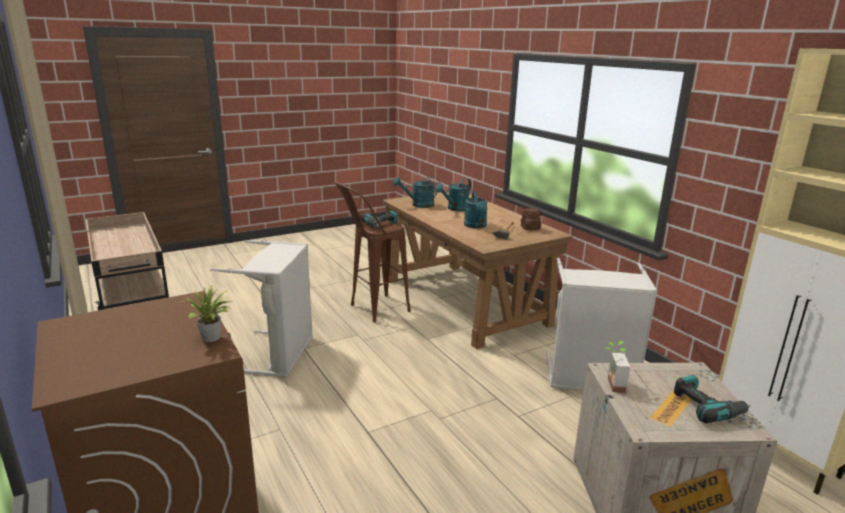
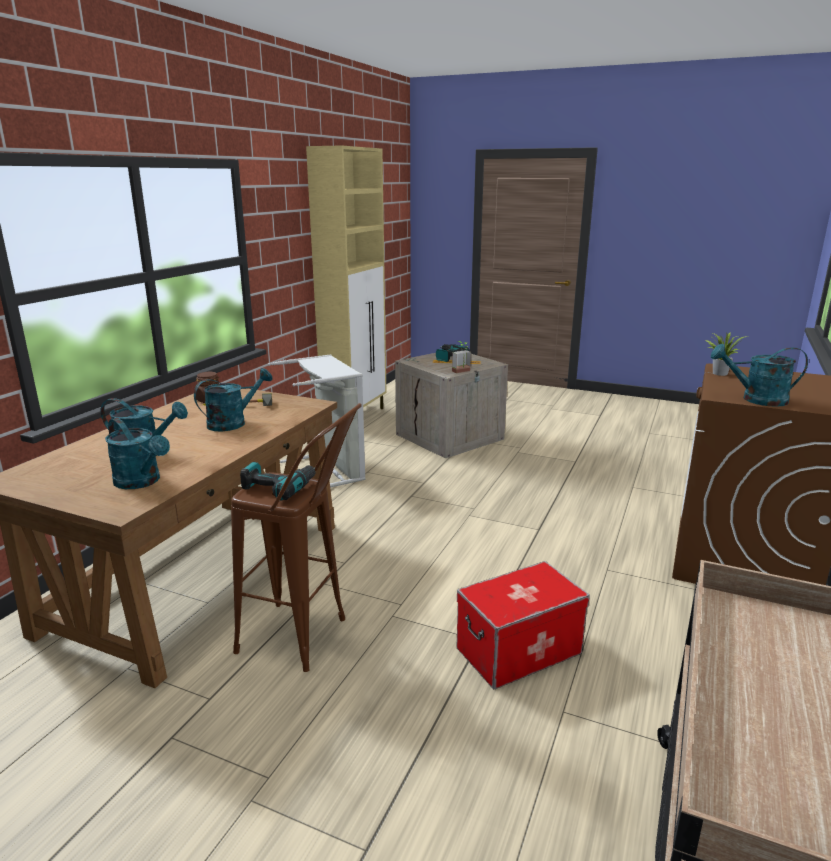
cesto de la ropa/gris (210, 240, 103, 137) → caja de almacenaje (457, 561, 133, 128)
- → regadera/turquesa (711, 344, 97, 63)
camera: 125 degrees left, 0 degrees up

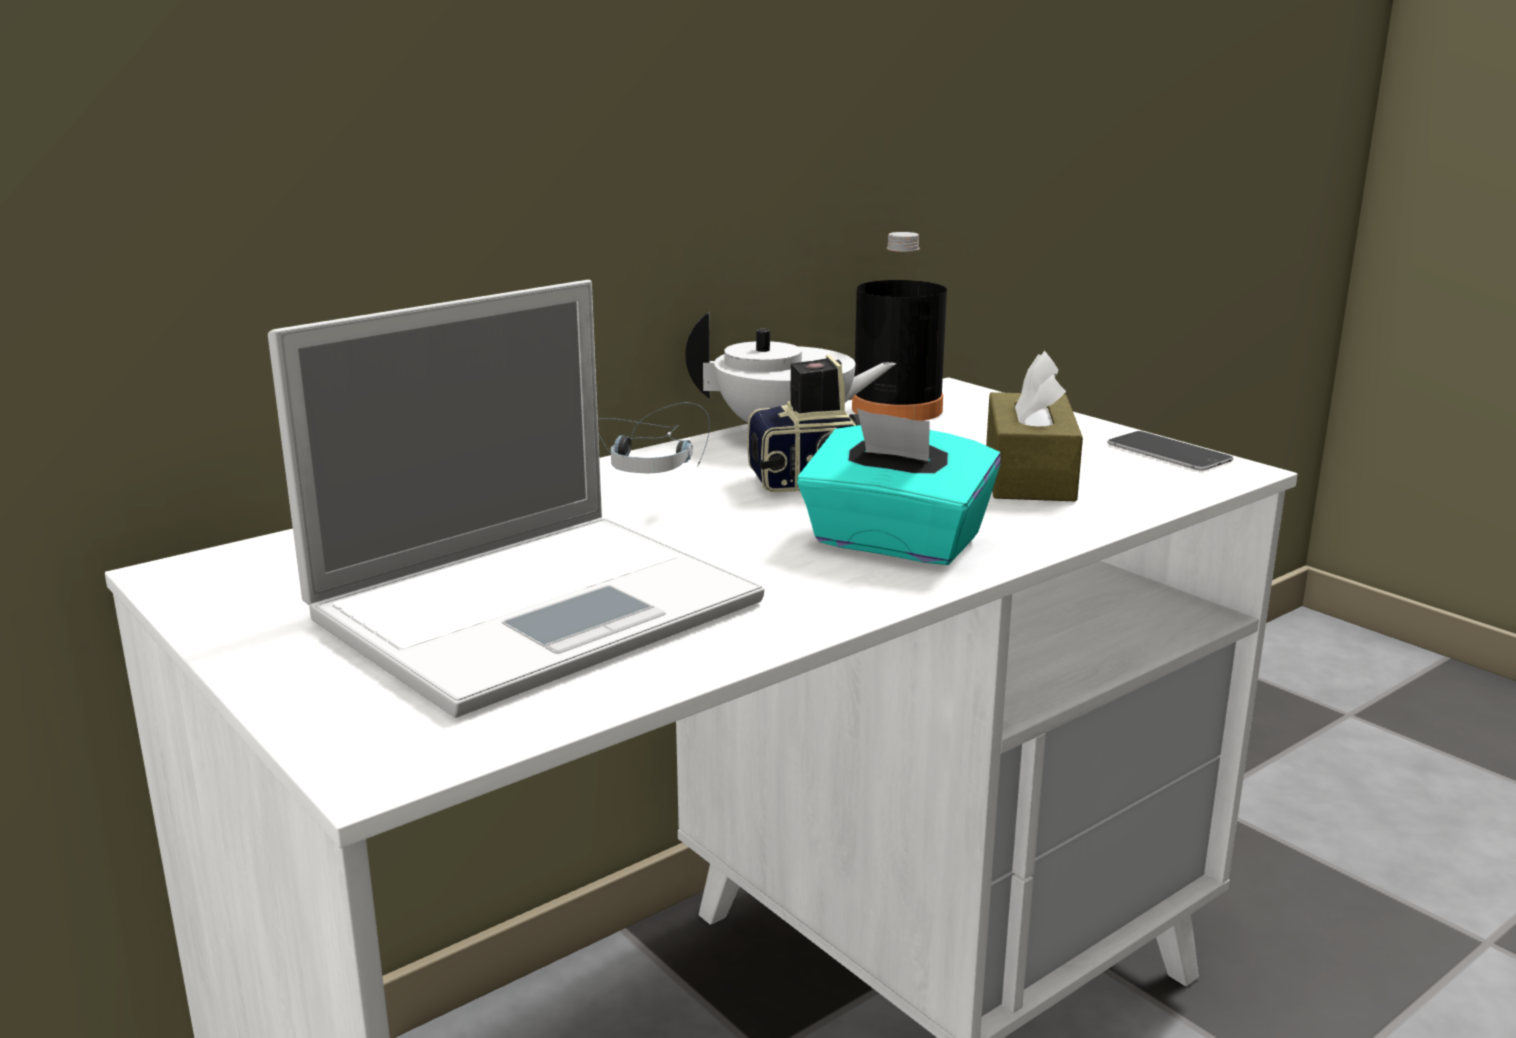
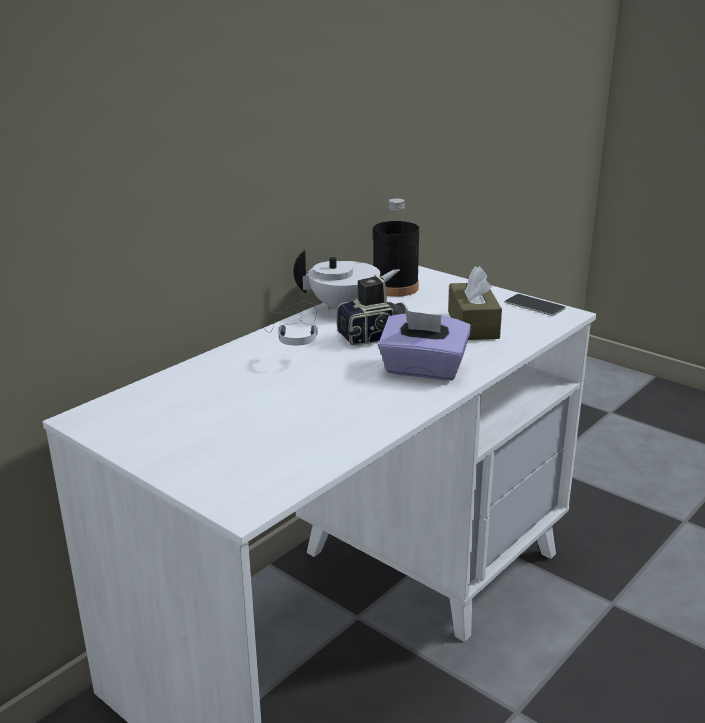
portátil (268, 280, 497, 438) → -
caja de pañuelos/turquesa (797, 409, 204, 156) → caja de pañuelos/morado (378, 310, 93, 71)
camera: 10 degrees left, 5 degrees up

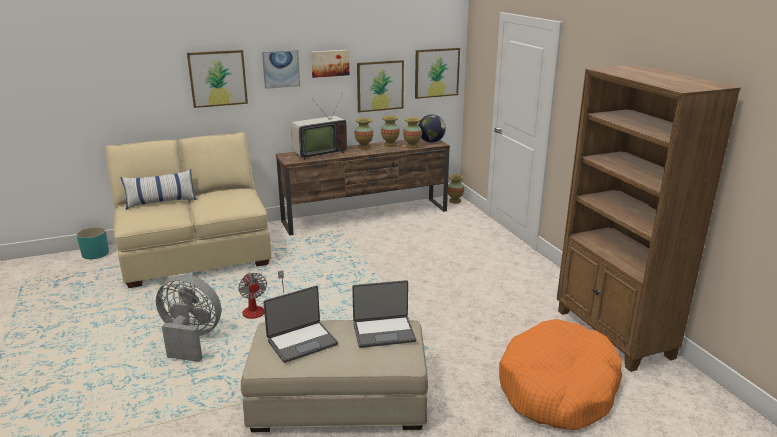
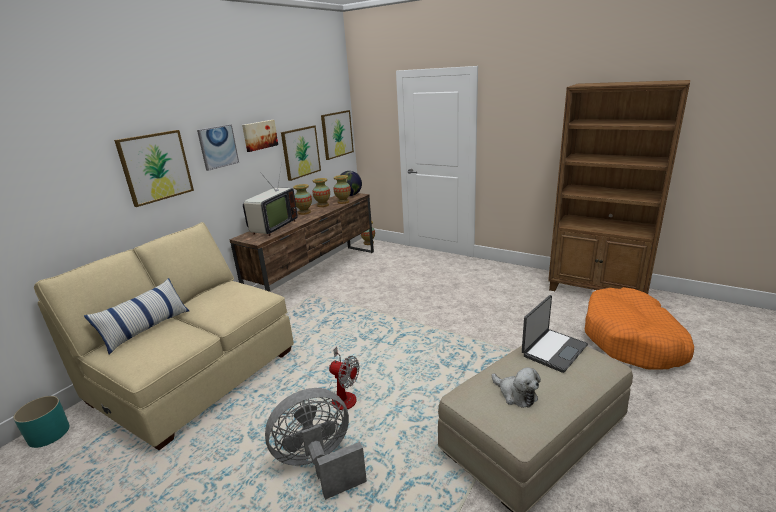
portátil (263, 286, 75, 77) → peluche (492, 367, 49, 41)
camera: 35 degrees left, 0 degrees up

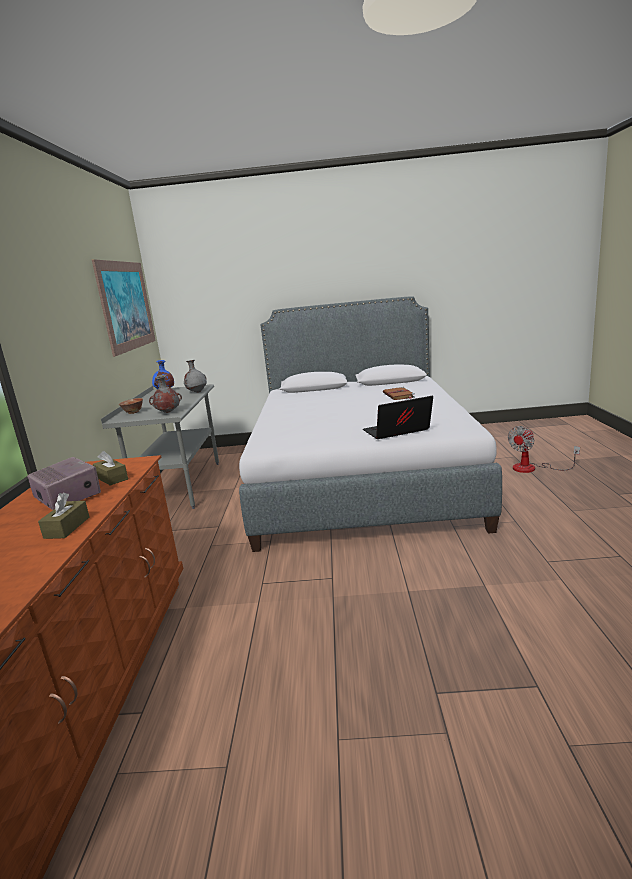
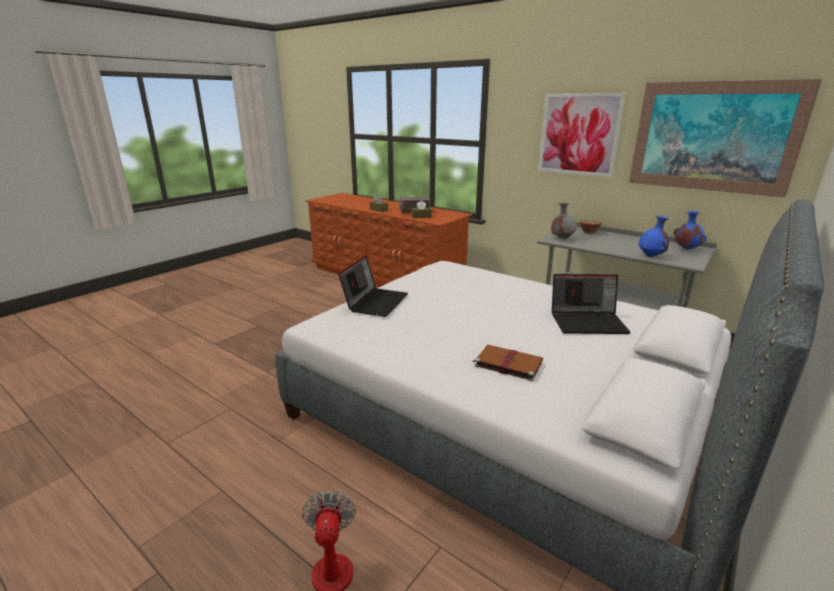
florero/gris (184, 360, 23, 33) → florero/azul (638, 216, 31, 41)
- → cuadro (538, 93, 88, 85)
- → portátil (552, 274, 79, 60)
camera: 125 degrees right, 5 degrees up

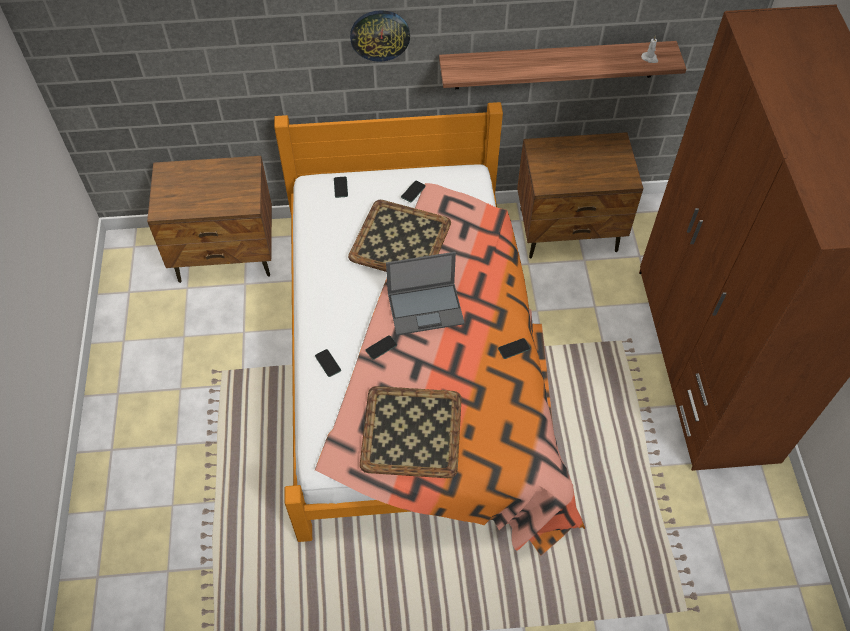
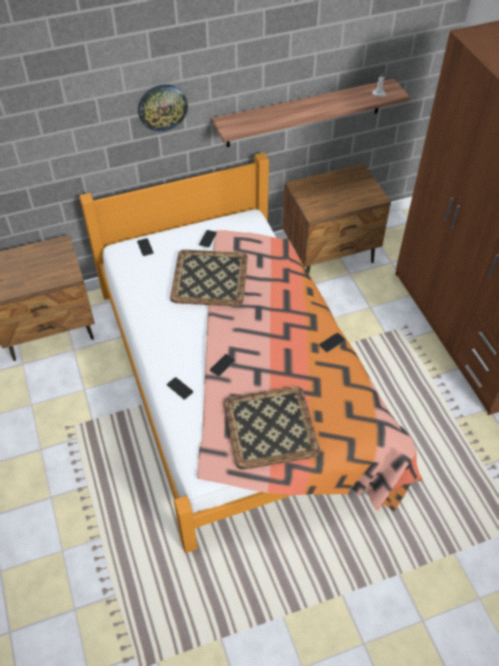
portátil (386, 252, 79, 83) → -
camera: 15 degrees left, 5 degrees down

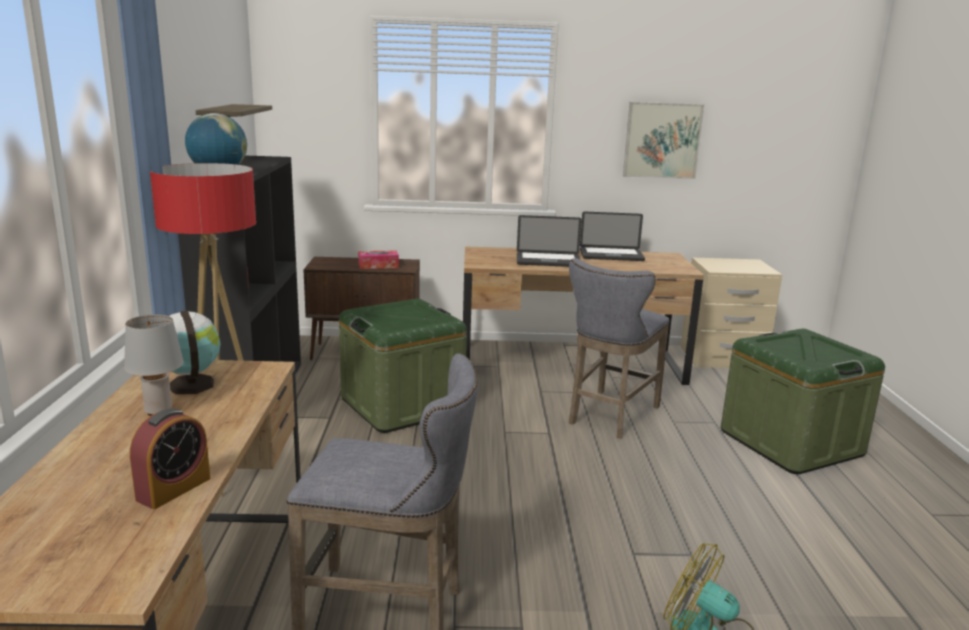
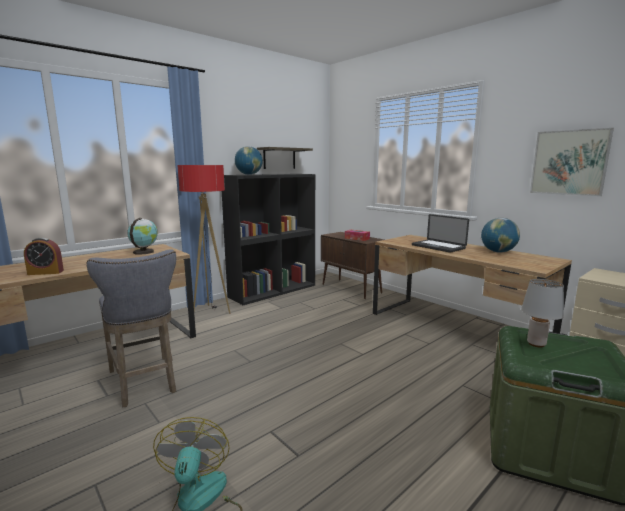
portátil (580, 212, 65, 49) → globo terráqueo (481, 218, 39, 35)
taburete/gris (569, 258, 101, 181) → -
caja de almacenaje/verde (339, 299, 128, 134) → -
lámpara de mesa/gris (124, 315, 60, 101) → lámpara de mesa/gris (521, 279, 43, 68), move
camera: 50 degrees right, 5 degrees down

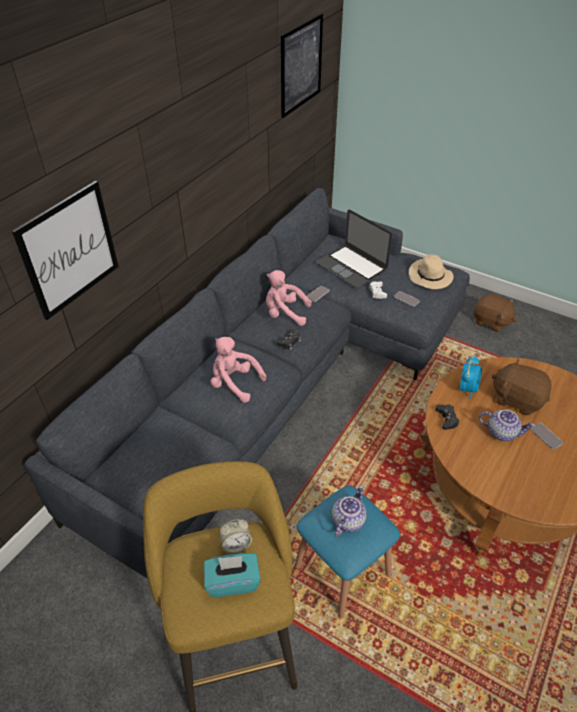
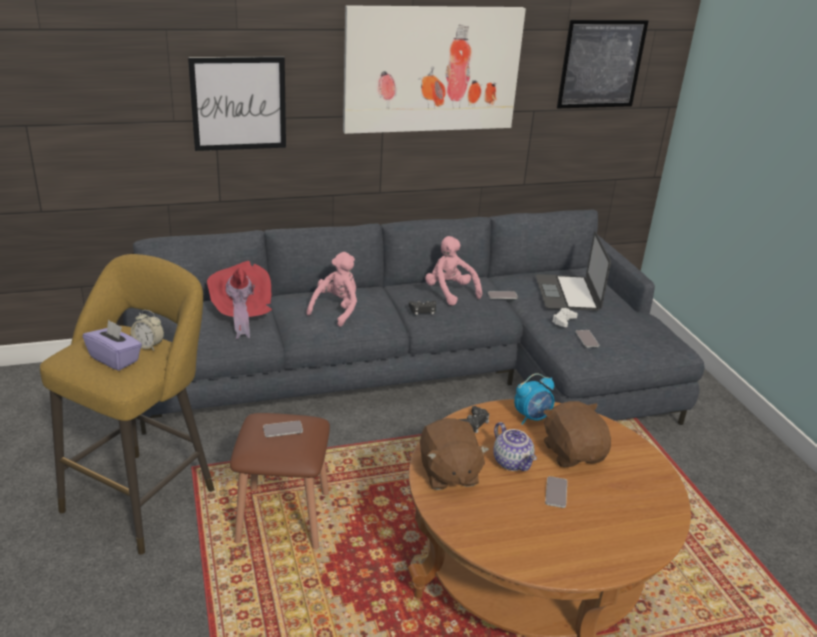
sombrero/beis (409, 254, 45, 35) → -
peluche/marrón (474, 293, 42, 39) → peluche/marrón (420, 418, 69, 72), move
peluche/rosa (210, 337, 56, 65) → peluche/rosa (306, 252, 51, 75), 45 degrees clockwise
taburete/azul (295, 485, 105, 133) → taburete/marrón (230, 413, 100, 136)
tetera (332, 486, 35, 51) → móvil (263, 421, 40, 16)
caja de pañuelos/turquesa (204, 553, 57, 44) → caja de pañuelos/morado (83, 319, 59, 52)
- → cuadro (343, 5, 183, 129)
- → sombrero/rojo (207, 261, 65, 78)
camera: 40 degrees right, 15 degrees down

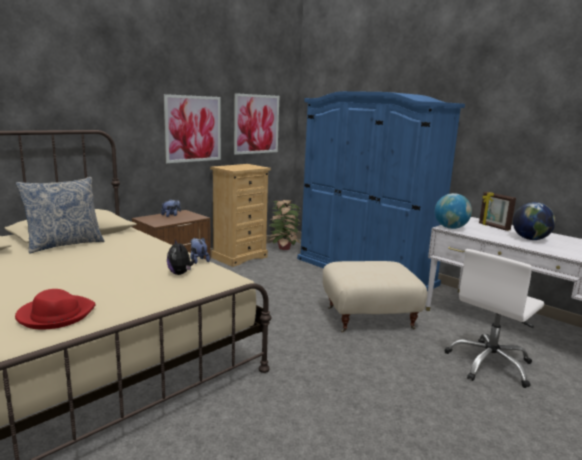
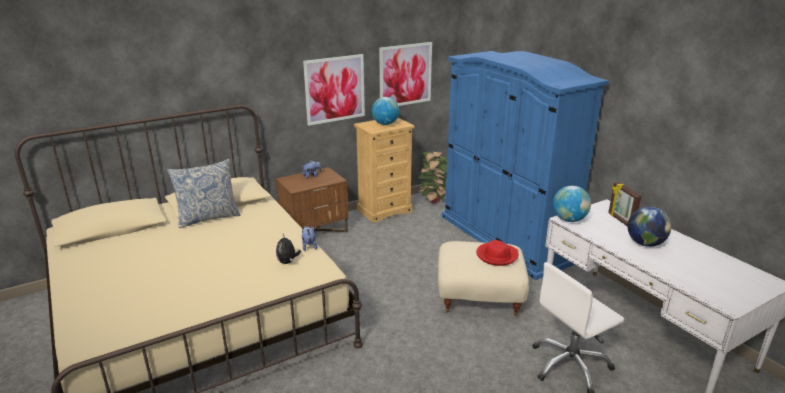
sombrero/rojo (15, 289, 81, 40) → sombrero/rojo (476, 240, 42, 26), move
- → globo terráqueo (372, 97, 27, 28)
camera: 15 degrees right, 10 degrees up

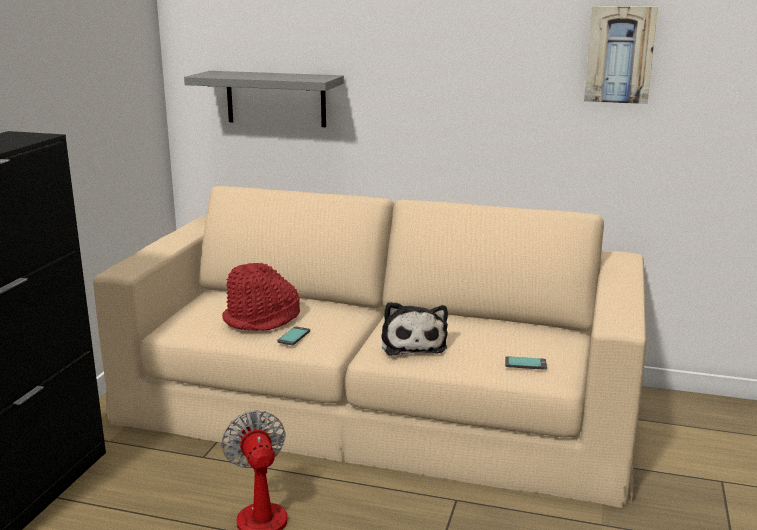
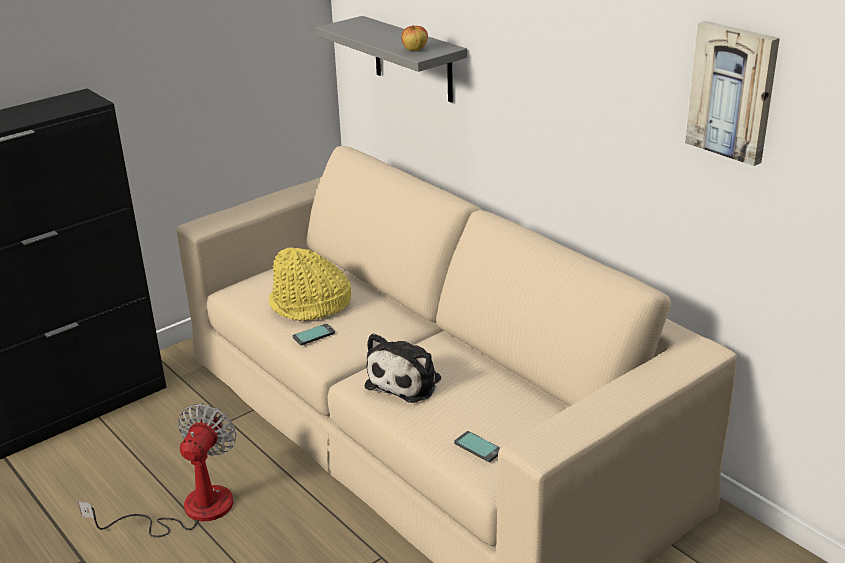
sombrero/rojo (222, 263, 78, 68) → sombrero/amarillo (269, 247, 82, 74)
- → manzana (401, 25, 27, 26)
camera: 35 degrees right, 10 degrees up

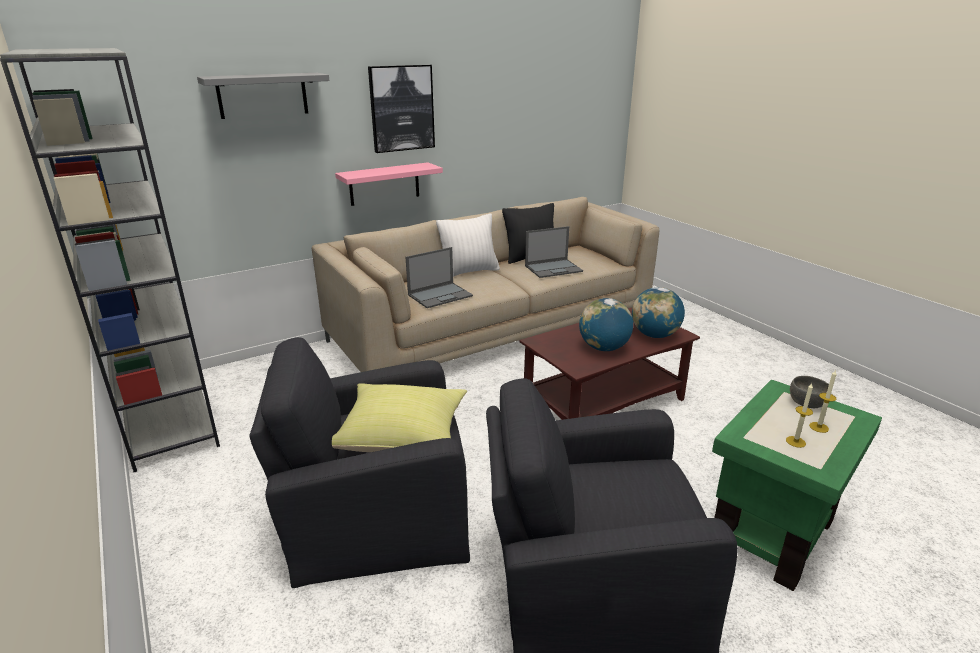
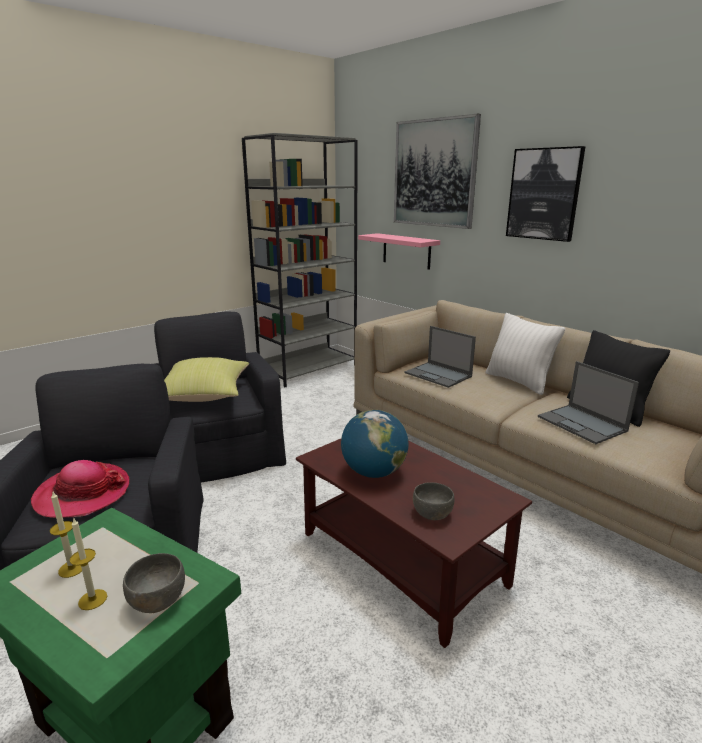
estante/gris (197, 73, 132, 46) → cuadro (394, 114, 87, 115)
estante/rosa (335, 162, 108, 44) → estante/rosa (358, 233, 82, 37), move
globo terráqueo (632, 287, 53, 51) → cuenco/gris (413, 482, 41, 38)
- → sombrero (31, 460, 98, 58)
camera: 80 degrees right, 5 degrees down

